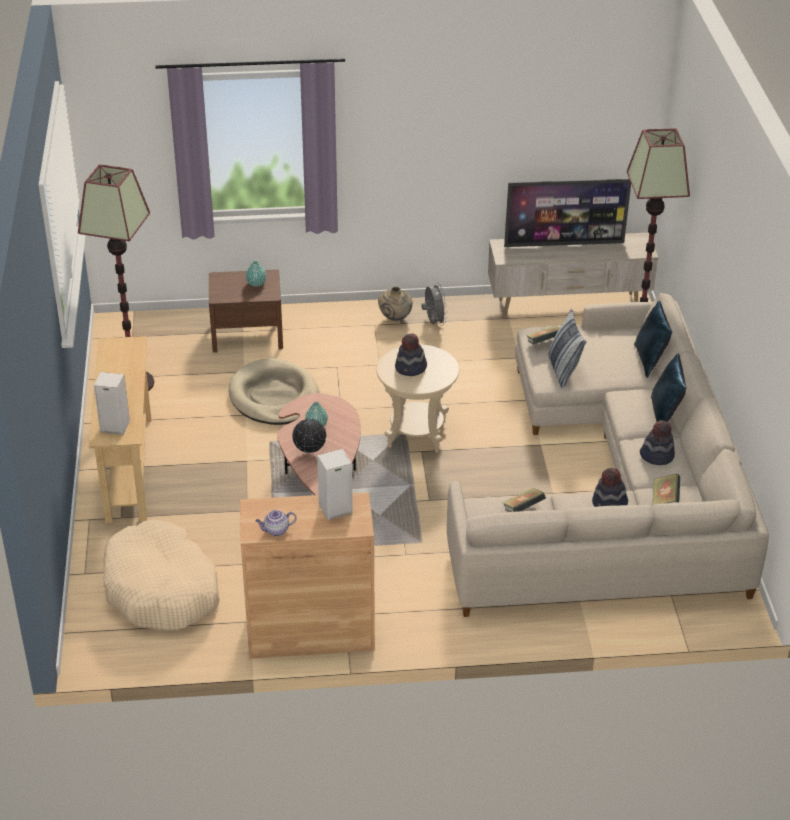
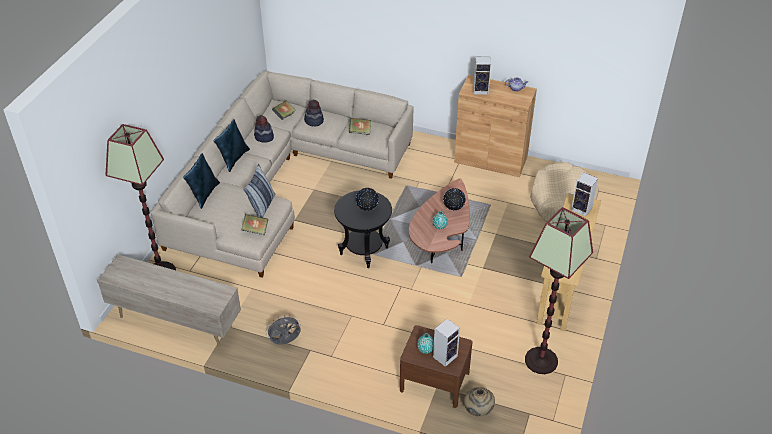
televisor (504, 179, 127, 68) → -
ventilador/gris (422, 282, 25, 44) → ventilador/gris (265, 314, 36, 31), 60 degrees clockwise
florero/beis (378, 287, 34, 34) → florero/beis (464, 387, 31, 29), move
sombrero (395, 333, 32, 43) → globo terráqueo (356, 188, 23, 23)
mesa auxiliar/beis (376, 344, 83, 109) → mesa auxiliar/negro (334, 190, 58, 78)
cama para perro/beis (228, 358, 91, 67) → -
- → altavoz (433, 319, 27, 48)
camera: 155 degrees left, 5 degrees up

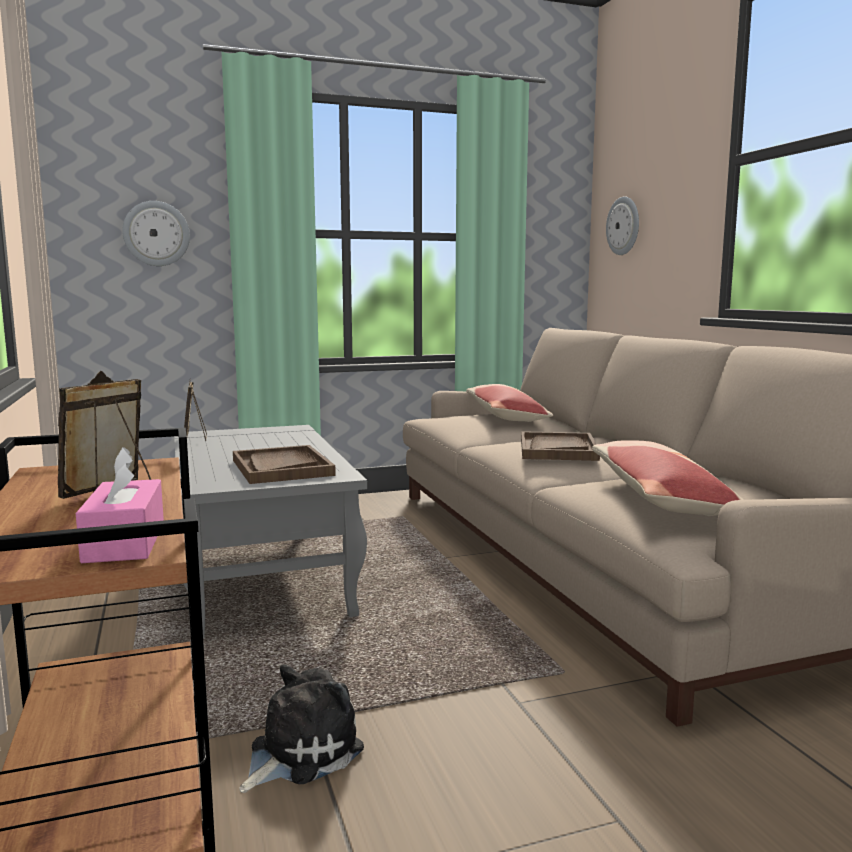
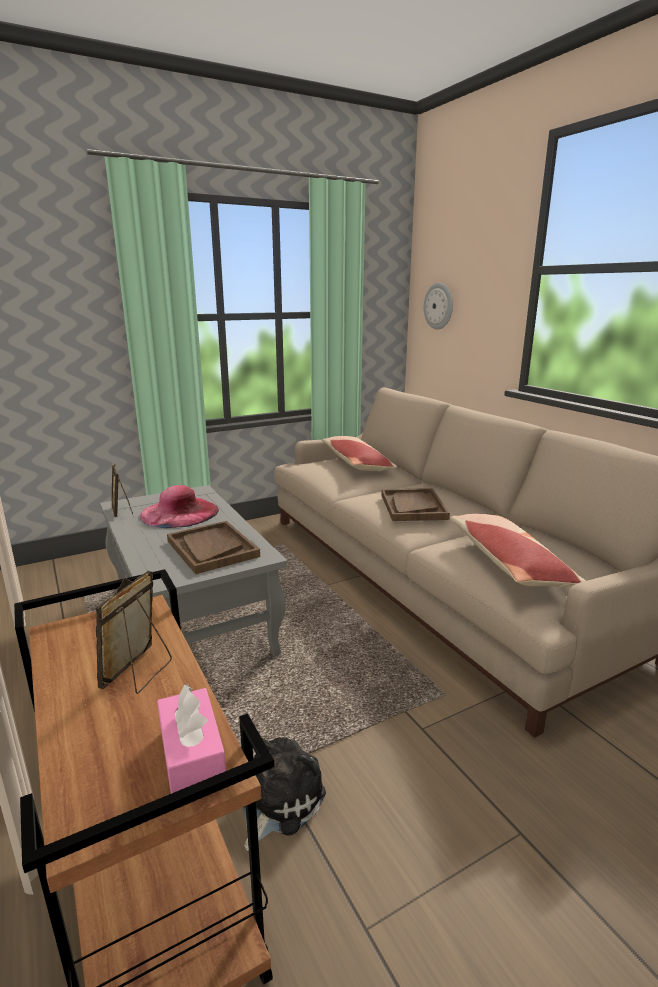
reloj de pared (122, 201, 68, 65) → -
- → sombrero/rosa (140, 485, 79, 43)
camera: 10 degrees left, 10 degrees up

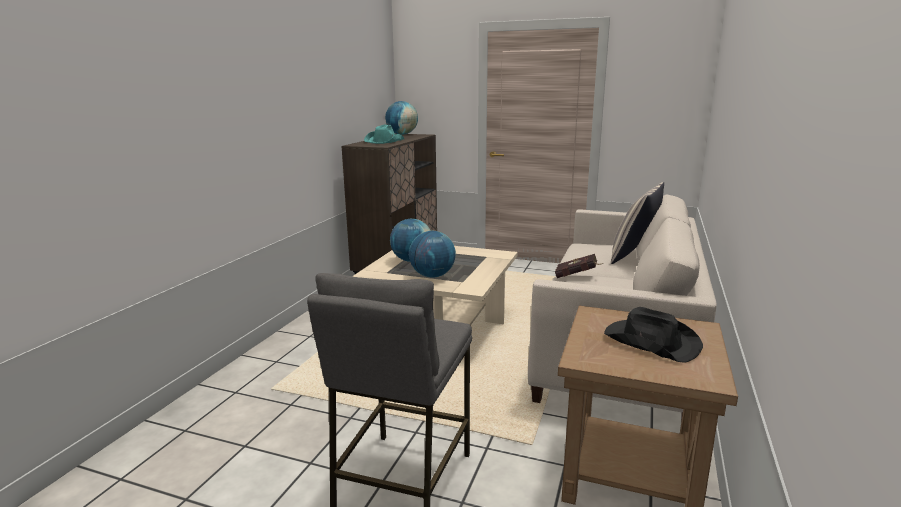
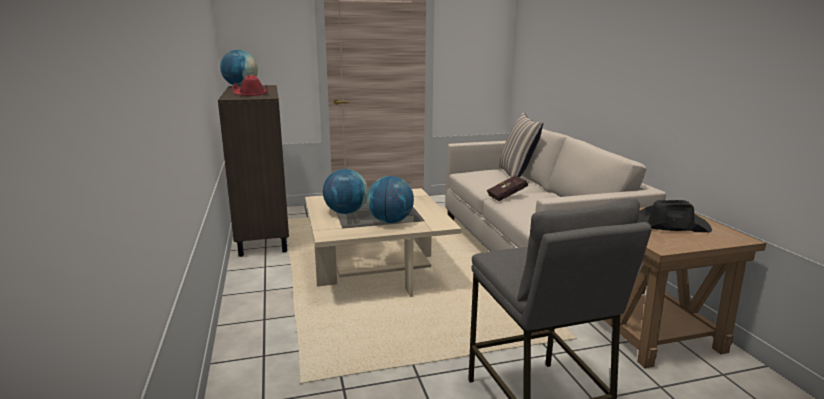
sombrero/turquesa (364, 124, 40, 20) → sombrero/rojo (232, 74, 36, 22)
camera: 35 degrees left, 0 degrees up

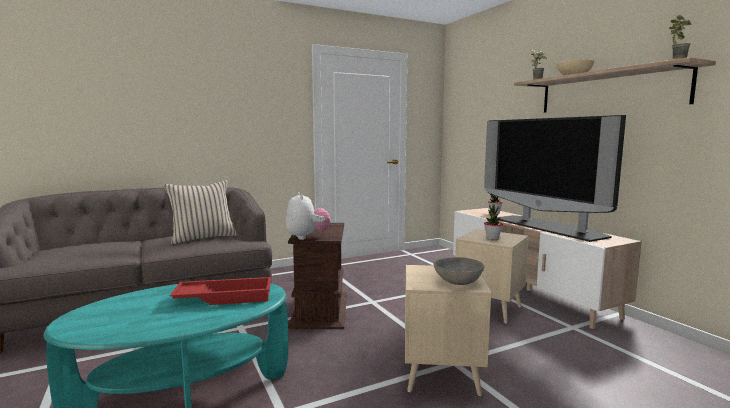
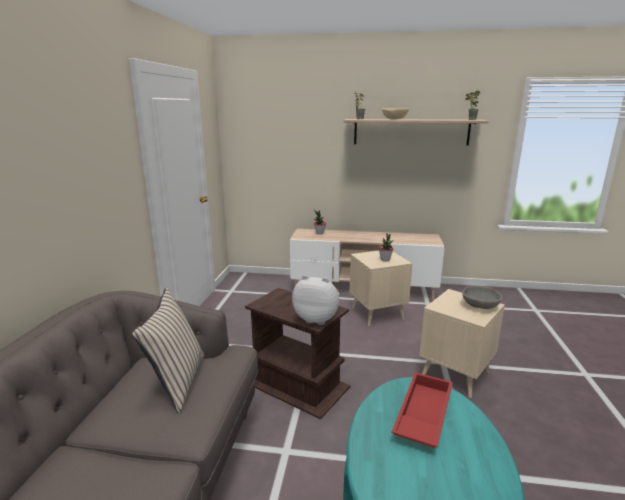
televisor (484, 115, 142, 127) → -
camera: 55 degrees left, 10 degrees up

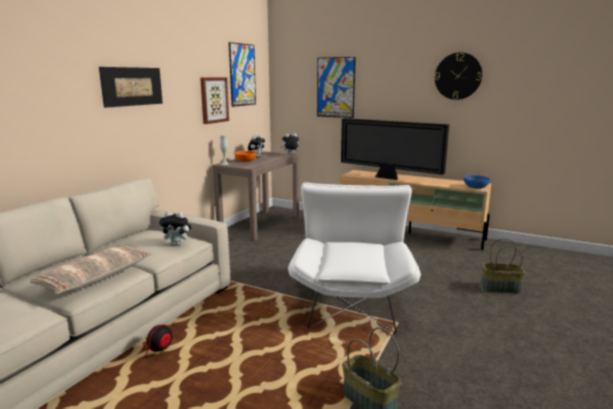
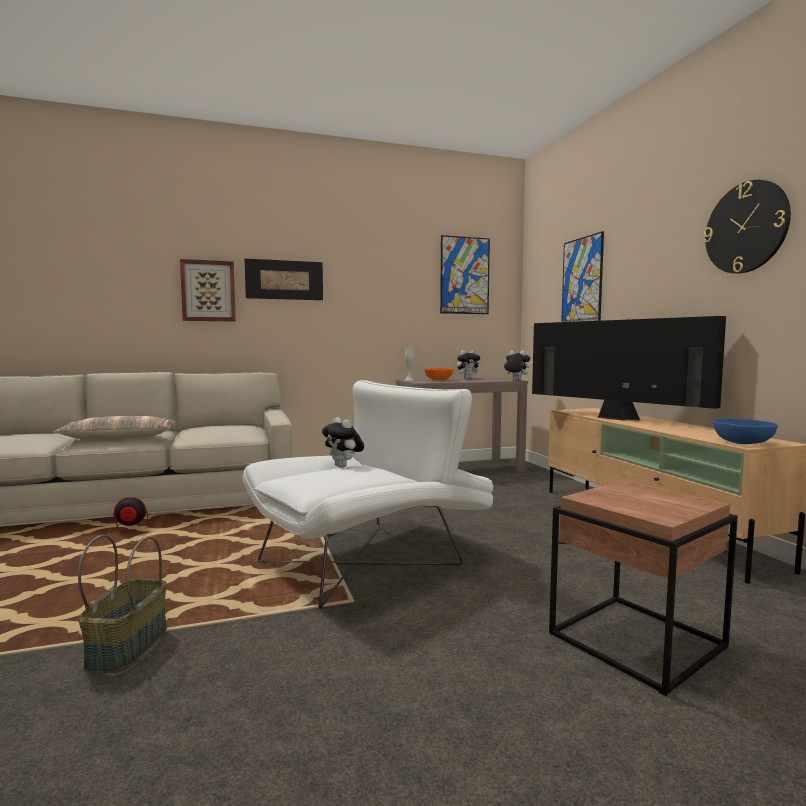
cuadro (200, 77, 29, 47) → cuadro (180, 259, 56, 63), move
televisor (341, 118, 108, 62) → televisor (532, 316, 194, 104), 150 degrees clockwise
peluche (159, 211, 33, 35) → peluche (322, 417, 42, 51), move
cesta (480, 238, 45, 55) → mesa auxiliar/marrón (549, 480, 189, 216)
camera: 45 degrees right, 10 degrees down

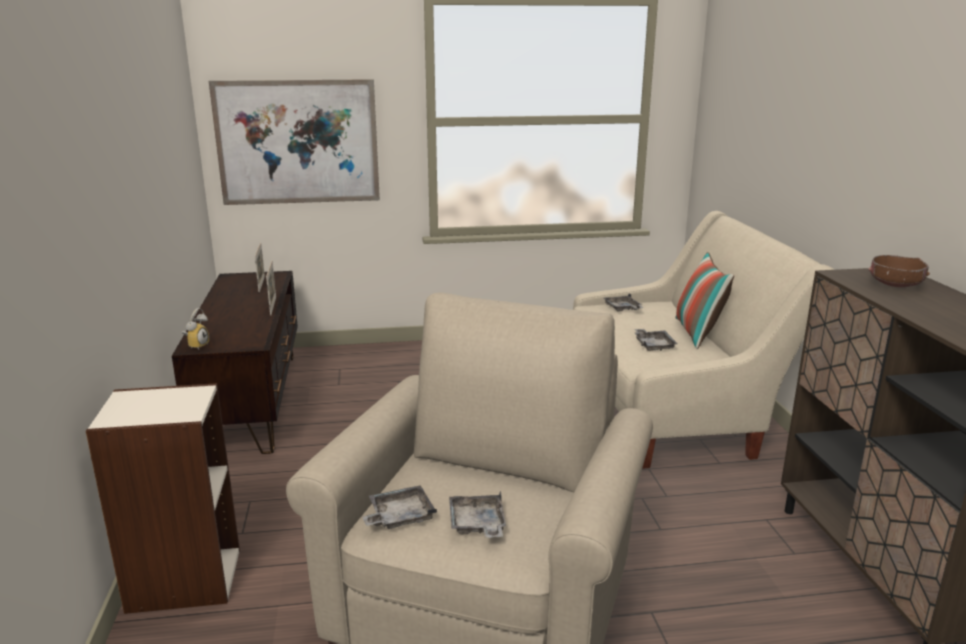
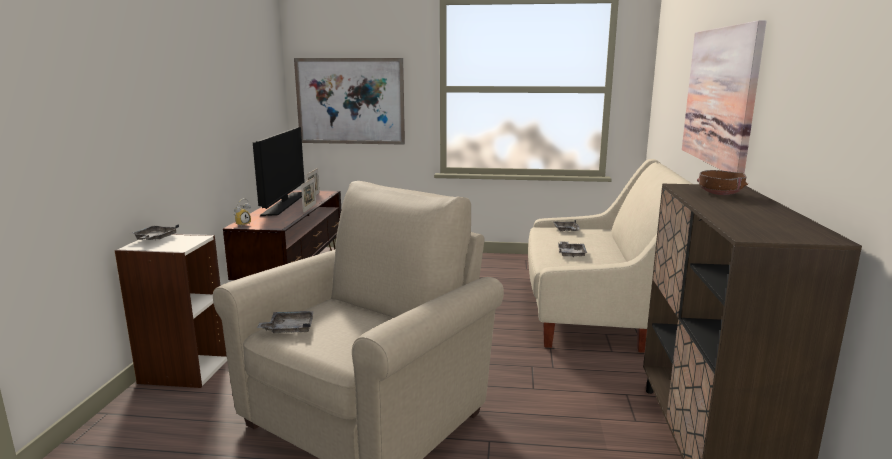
cojín (675, 252, 59, 97) → -
bandeja/gris (449, 491, 57, 47) → bandeja/gris (129, 225, 50, 15), move
- → cuadro (682, 20, 84, 154)
- → televisor (253, 127, 52, 89)
camera: 15 degrees right, 5 degrees down

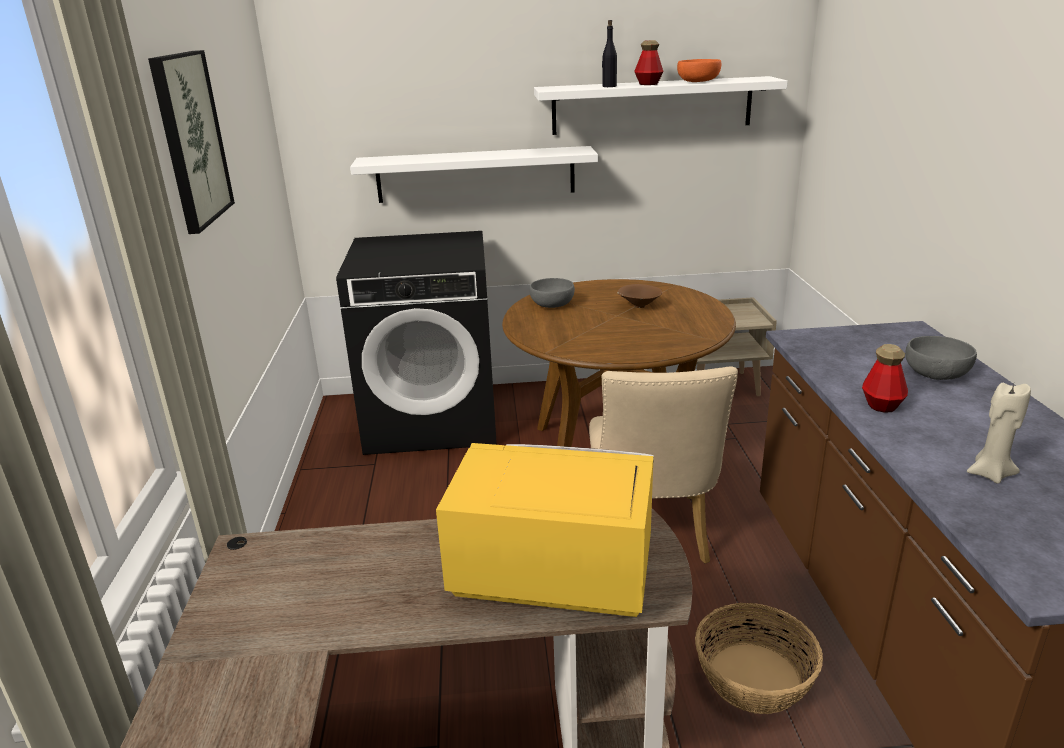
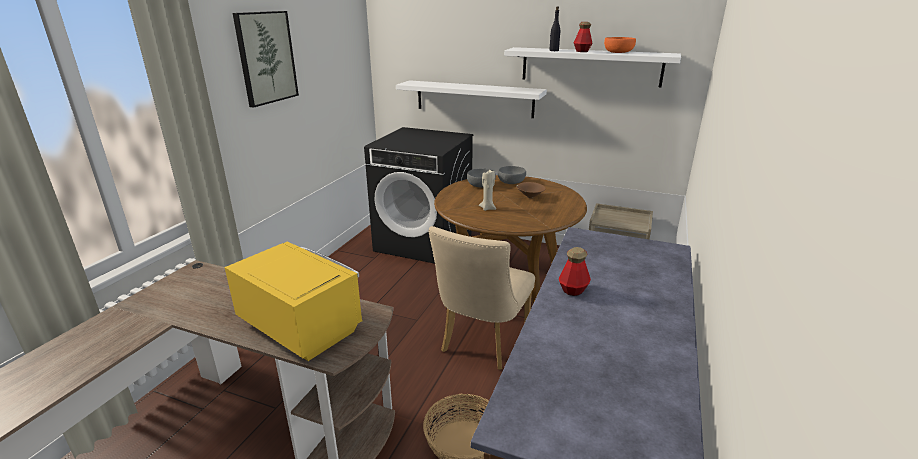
cuenco/gris (905, 336, 72, 44) → cuenco/gris (498, 166, 28, 18), move
vela/beis (967, 383, 64, 101) → vela/beis (479, 170, 17, 41), move
camera: 25 degrees right, 0 degrees up

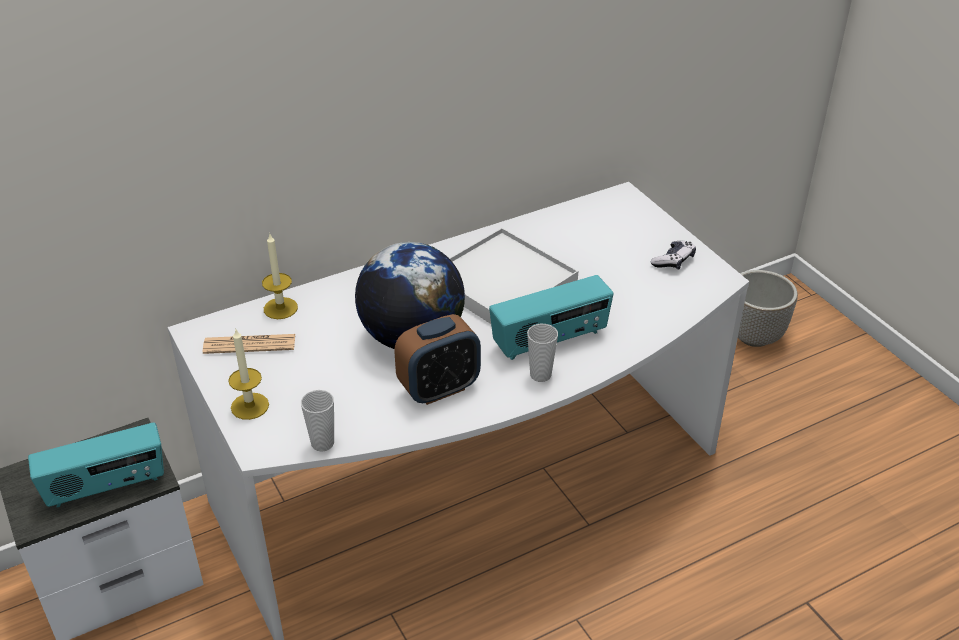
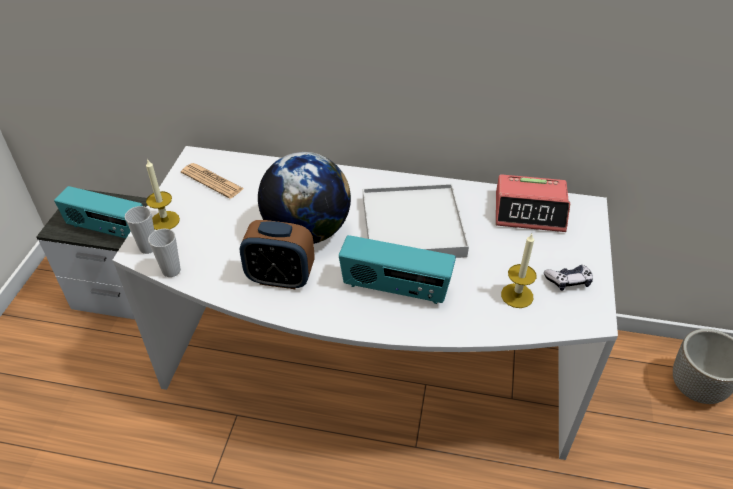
vela (262, 234, 36, 85) → vela (501, 234, 36, 74), move
taza (527, 324, 31, 58) → taza (125, 206, 29, 48), move
- → despertador (496, 174, 74, 58)
camera: 40 degrees right, 5 degrees up

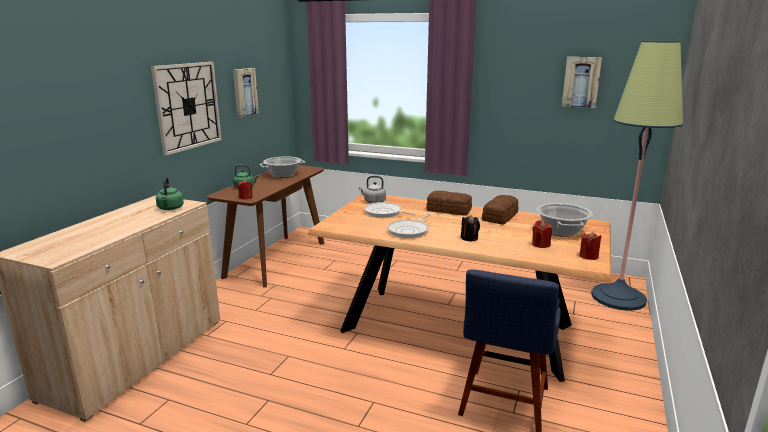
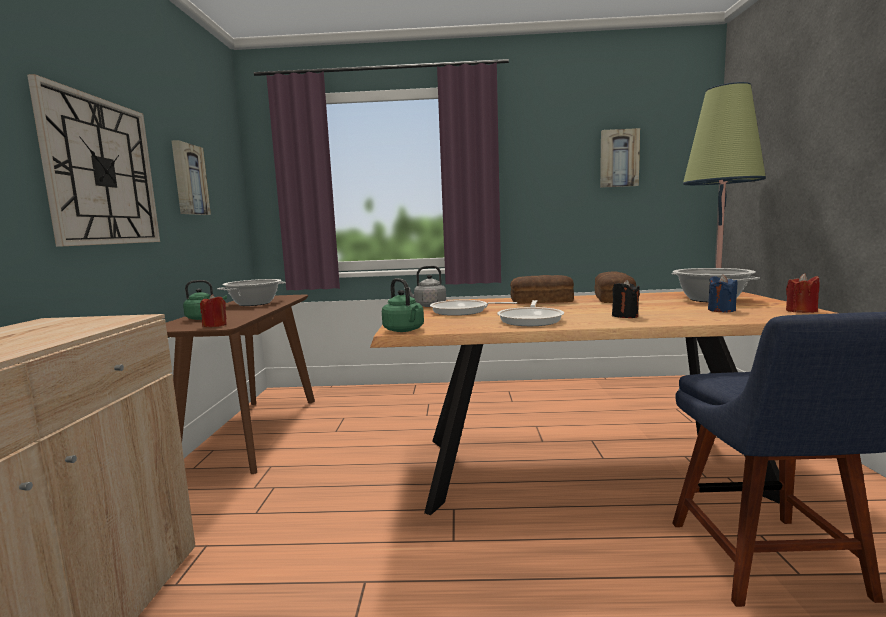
hervidor/verde (156, 177, 28, 33) → hervidor/verde (382, 278, 42, 54), move
vela/rojo (532, 220, 20, 28) → vela/azul (708, 274, 29, 38)
camera: 20 degrees left, 10 degrees down

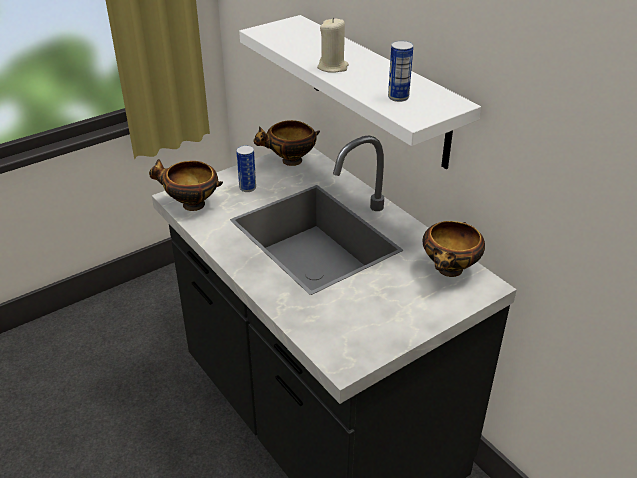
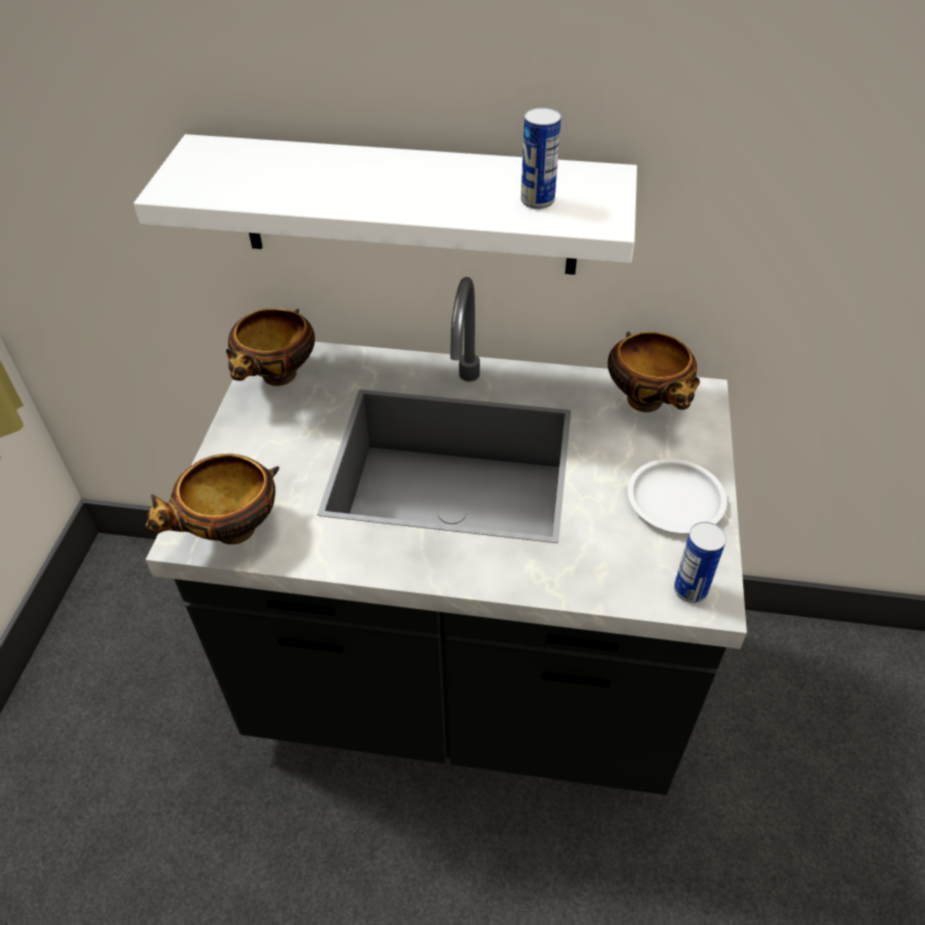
vela/beis (317, 17, 32, 56) → -
lata (236, 145, 20, 47) → lata (674, 522, 52, 81), move
- → plato/blanco (628, 459, 99, 74)
camera: 45 degrees left, 10 degrees up

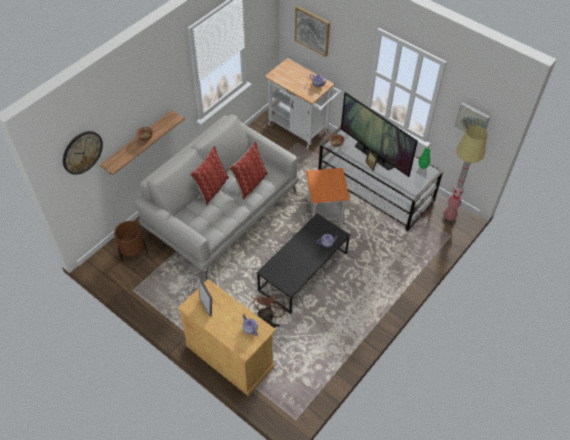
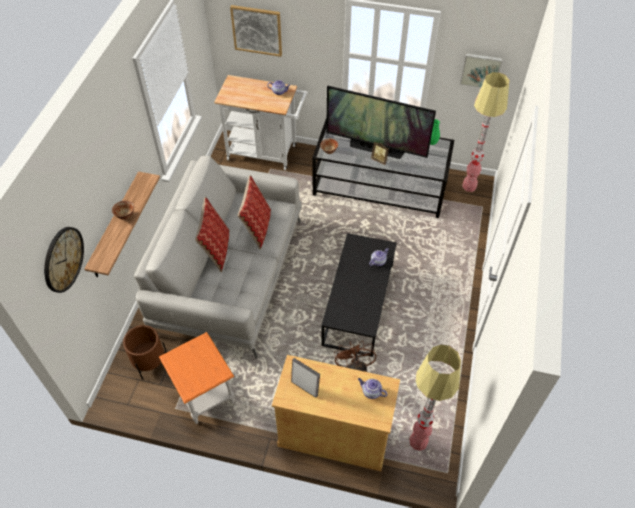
mesa auxiliar/naranja (306, 168, 44, 57) → mesa auxiliar/naranja (159, 332, 76, 92), move
- → lámpara de pie (409, 345, 52, 106)
camera: 25 degrees left, 0 degrees up

